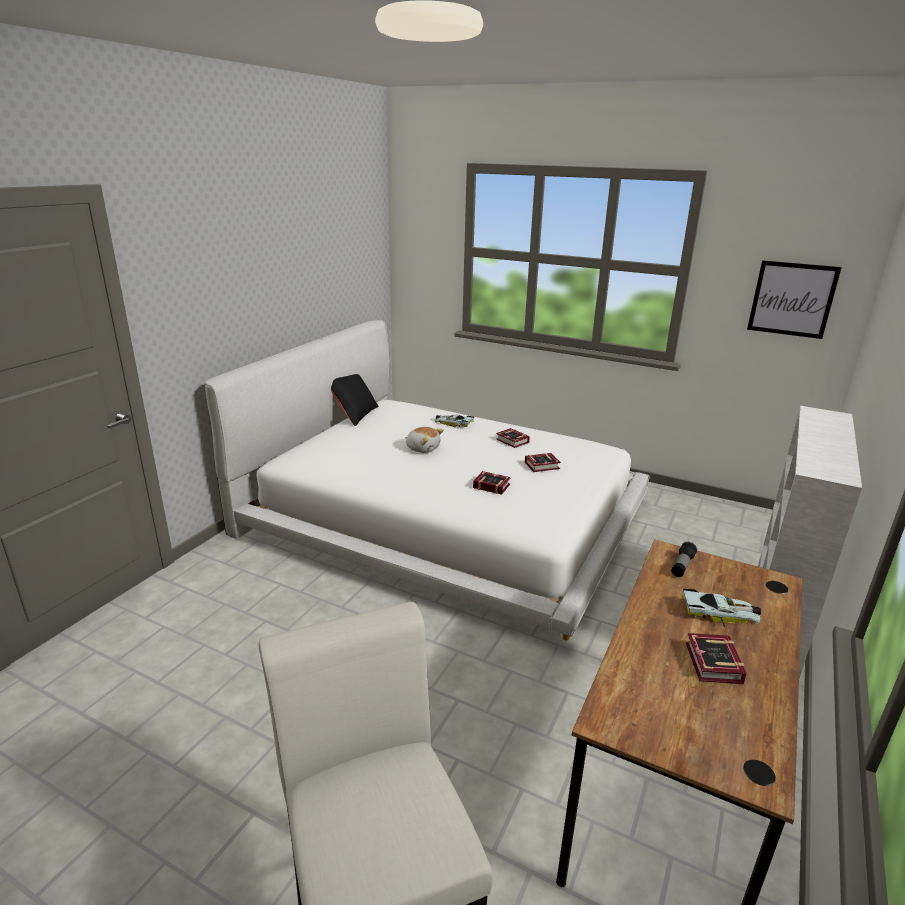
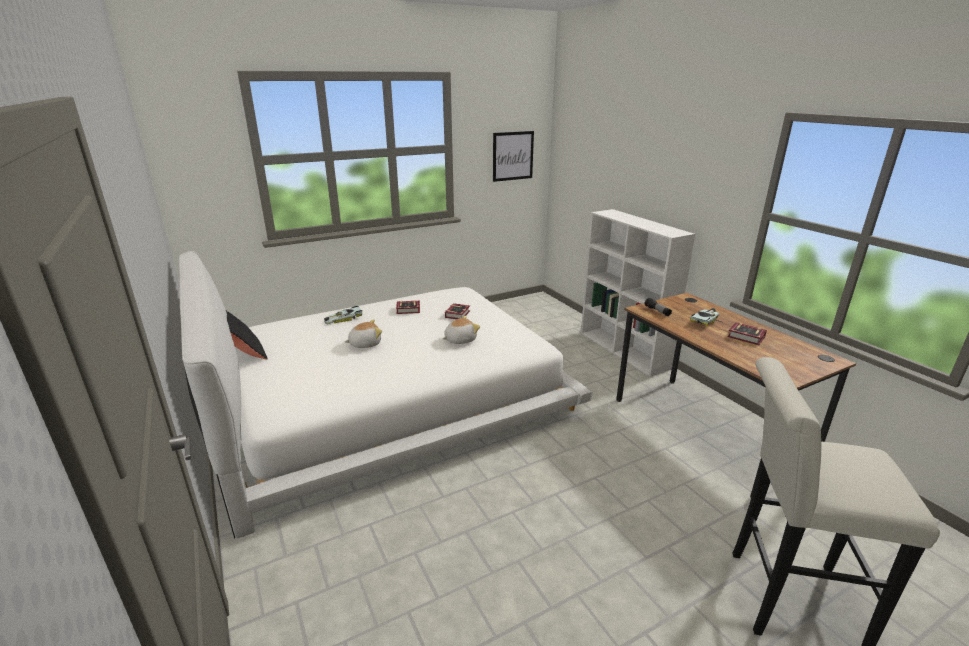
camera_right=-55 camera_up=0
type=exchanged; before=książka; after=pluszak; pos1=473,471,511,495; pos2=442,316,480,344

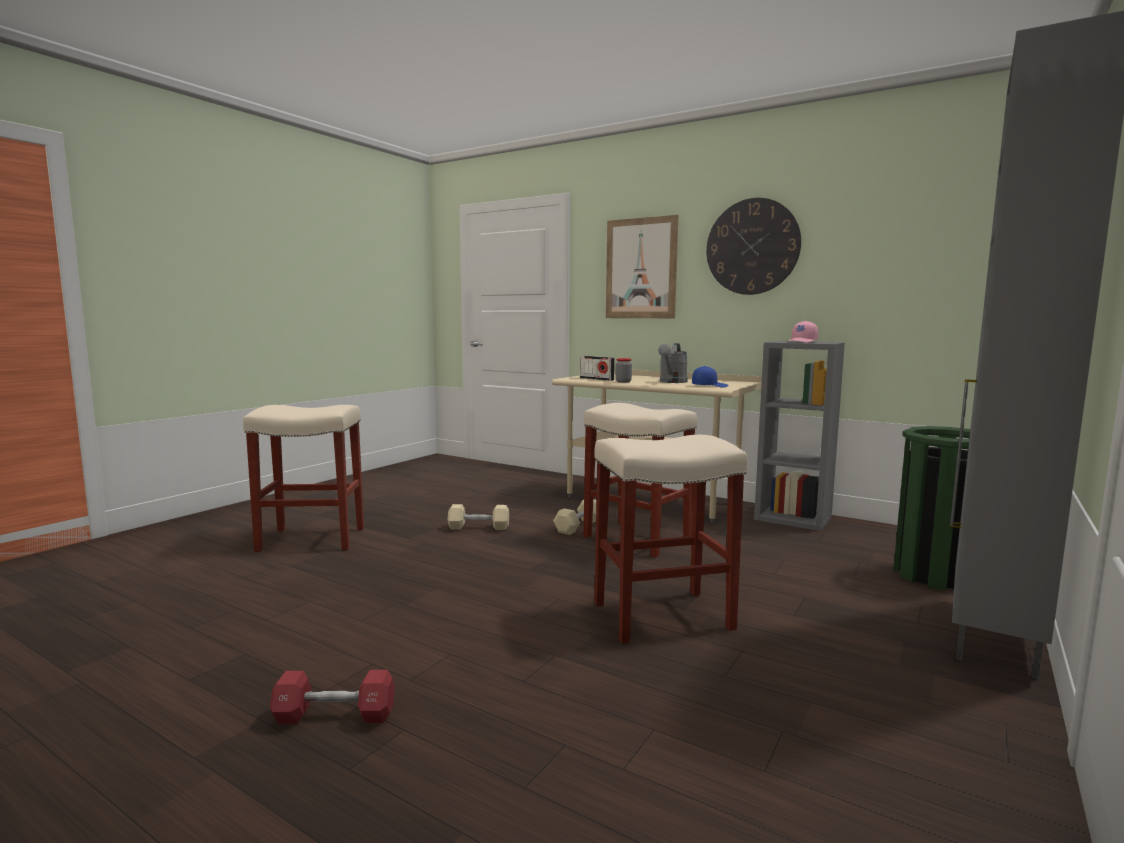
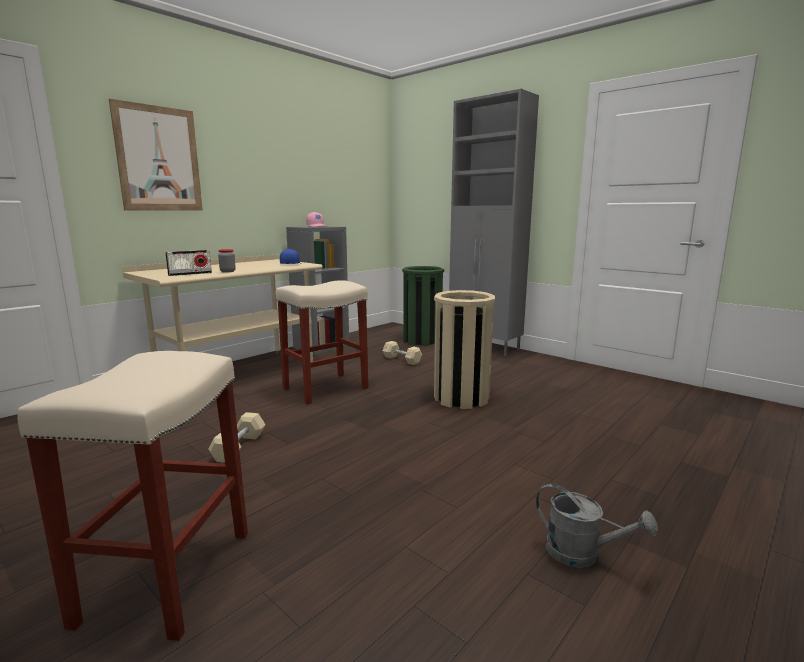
camera_right=-80 camera_up=5
type=missing; before=hantel/czerwony; pos1=270,670,395,724
type=relocated; before=hantel/beżowy; pos1=553,499,596,535; pos2=383,341,422,365
type=exchanged; before=stołek/beżowy; after=kosz na śmieci/beżowy; pos1=594,435,748,644; pos2=434,290,495,409
type=relocated; before=konewka/szary; pos1=658,343,688,383; pos2=536,483,658,568
type=missing; before=zegar ścienny; pos1=706,198,801,295

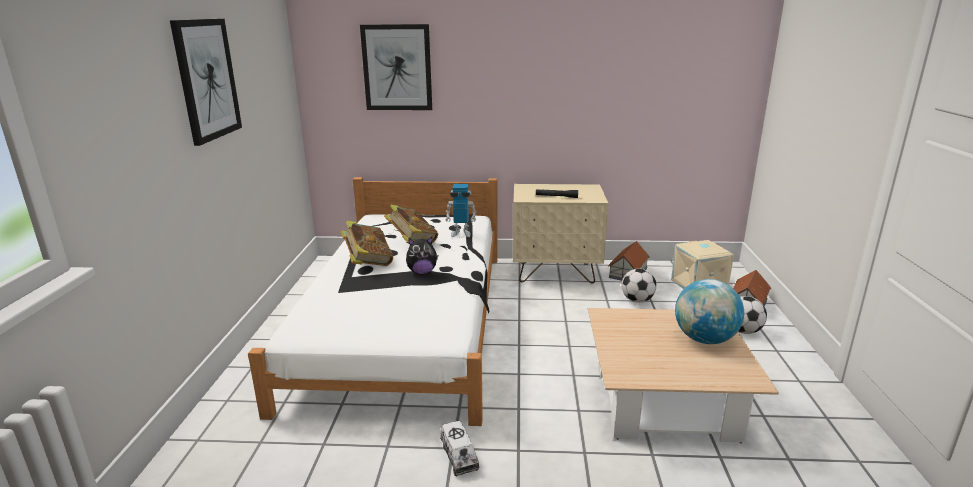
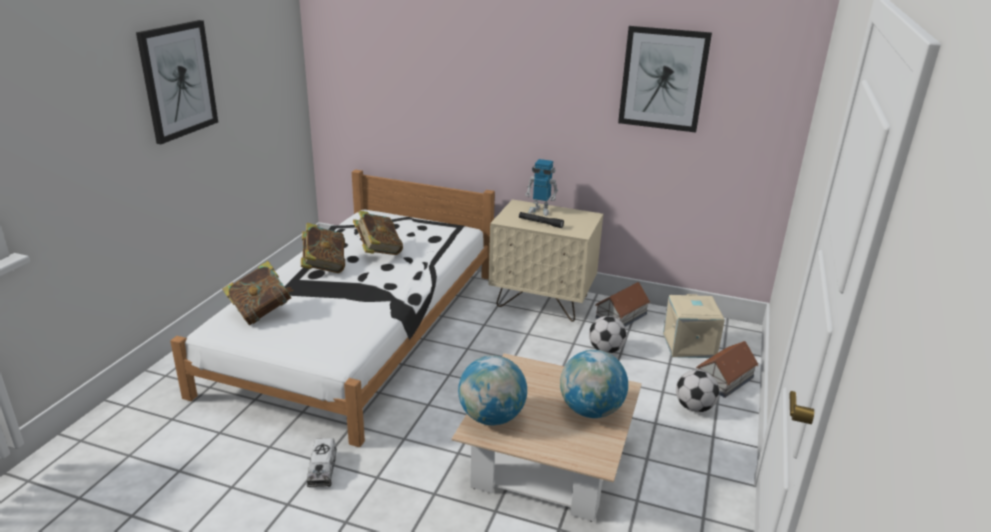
camera_right=15 camera_up=5
type=relocated; before=obraz; pos1=360,24,432,110; pos2=618,26,712,133
type=missing; before=pluszak; pos1=406,237,438,274
type=relocated; before=robot zabawkowy; pos1=445,184,477,237; pos2=525,159,558,216
type=appeared; after=książka; pos2=222,261,294,325
type=appeared; after=globus; pos2=458,355,527,425

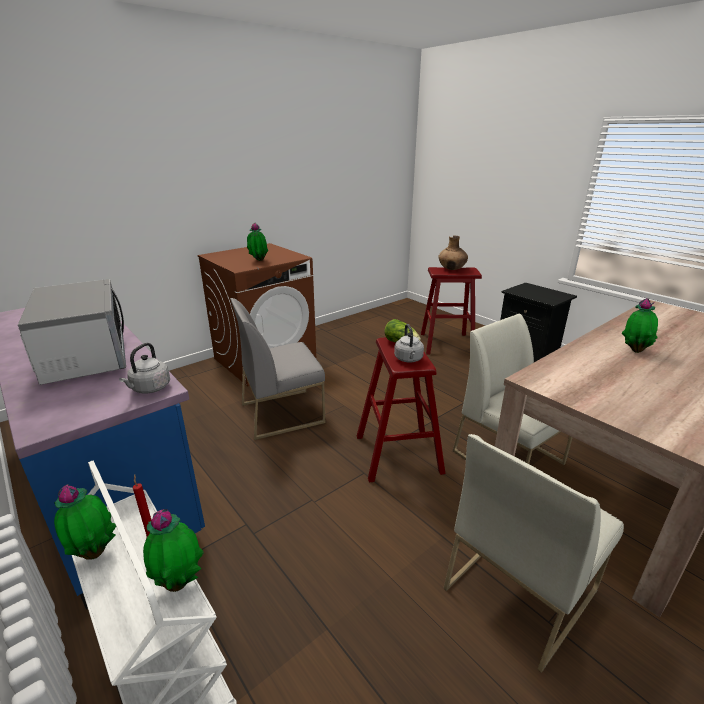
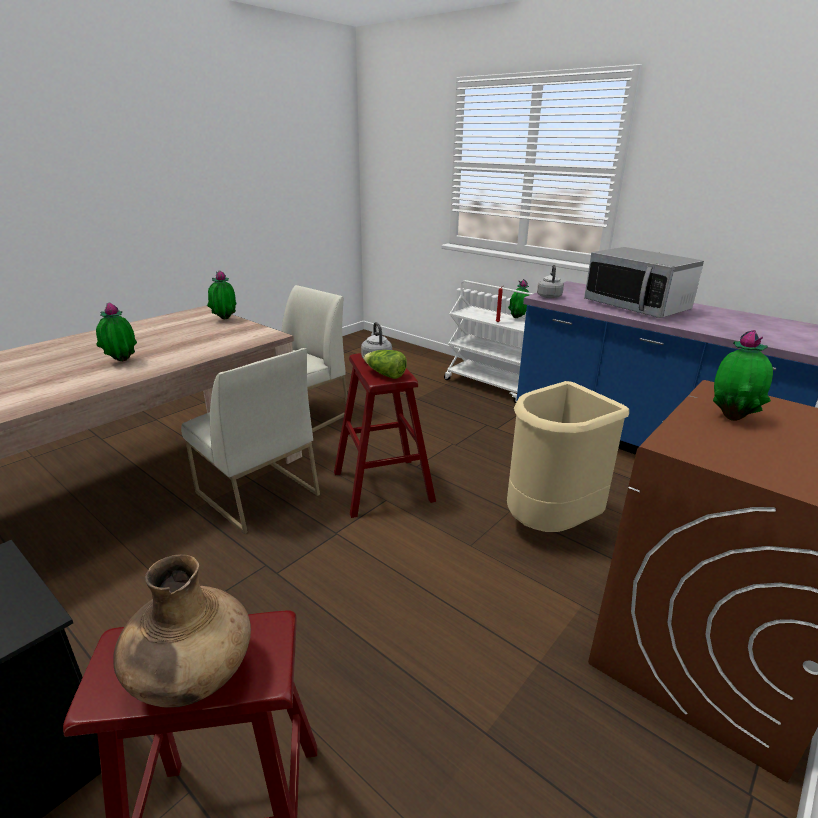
camera_right=170 camera_up=0
type=relocated; before=roślina doniczkowa; pos1=143,509,204,592; pos2=207,270,237,320
type=exchanged; before=krzesło/szary; after=kosz na śmieci/beżowy; pos1=230,298,325,440; pos2=507,381,629,532

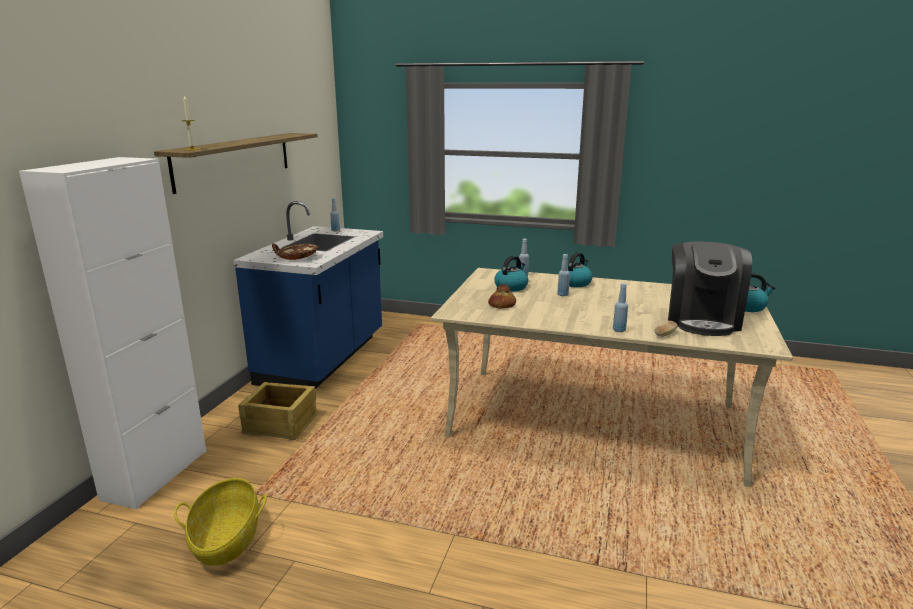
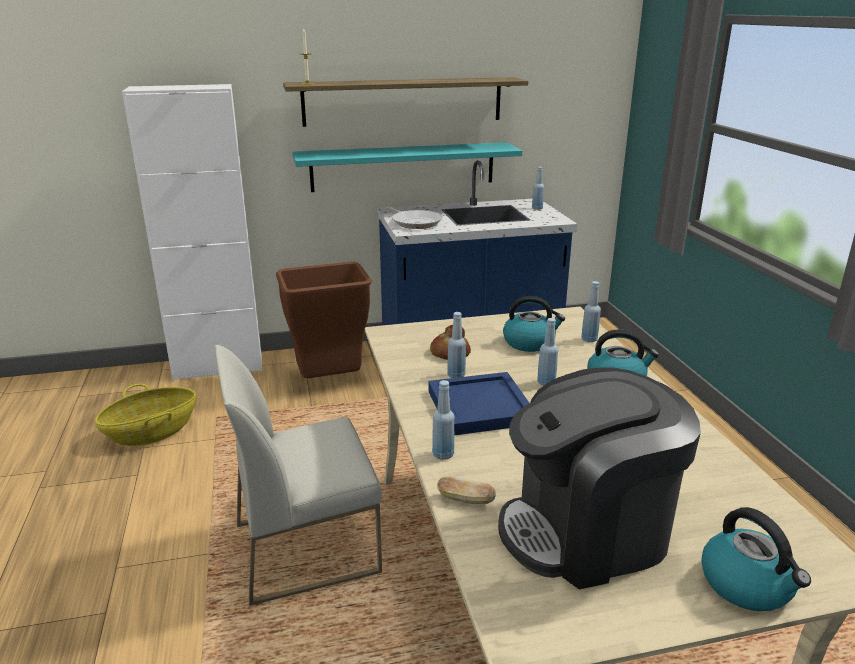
camera_right=60 camera_up=5
type=exchanged; before=skrzynka; after=kosz na śmieci/brązowy; pos1=238,382,317,440; pos2=276,262,372,378
type=exchanged; before=miska/brązowy; after=patelnia; pos1=272,243,318,260; pos2=387,207,443,229
type=appeared; after=krzesło/biały; pos2=214,345,382,606
type=appeared; after=półka/turkusowy; pos2=292,142,522,192
type=appeared; after=taca/niebieski; pos2=428,372,530,435
type=appeared; after=butelka/niebieski; pos2=447,312,466,378

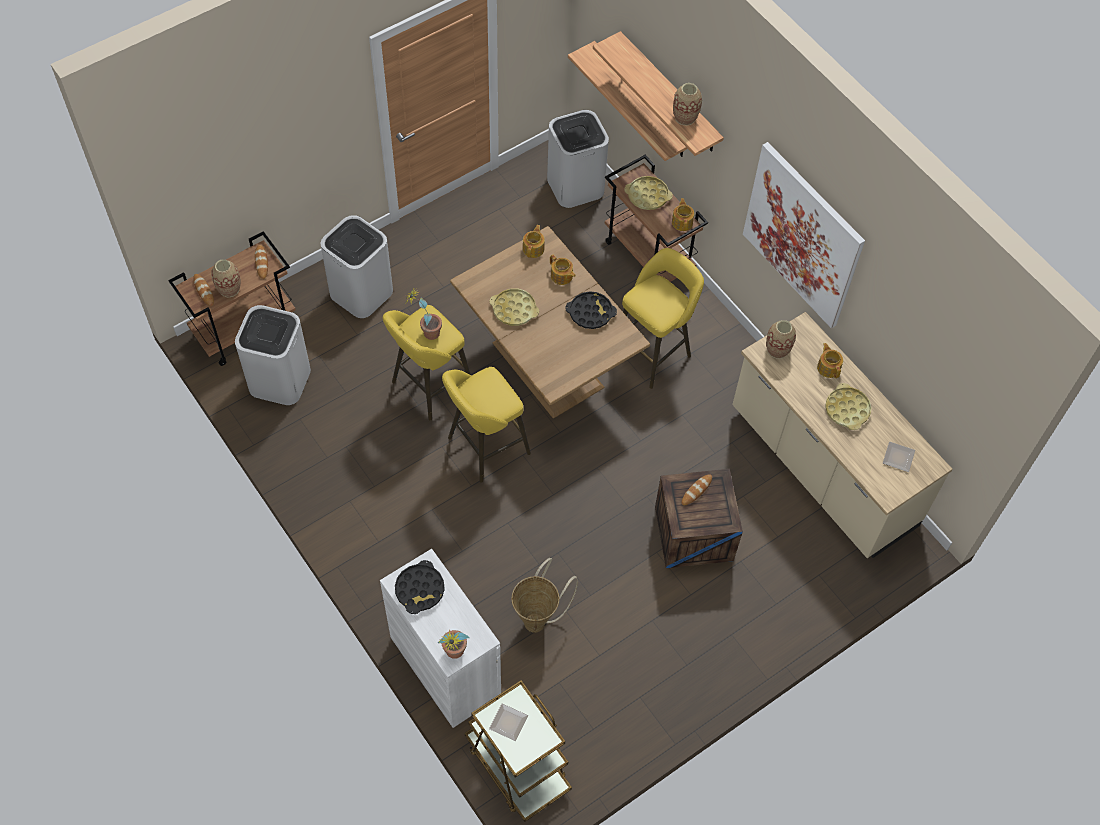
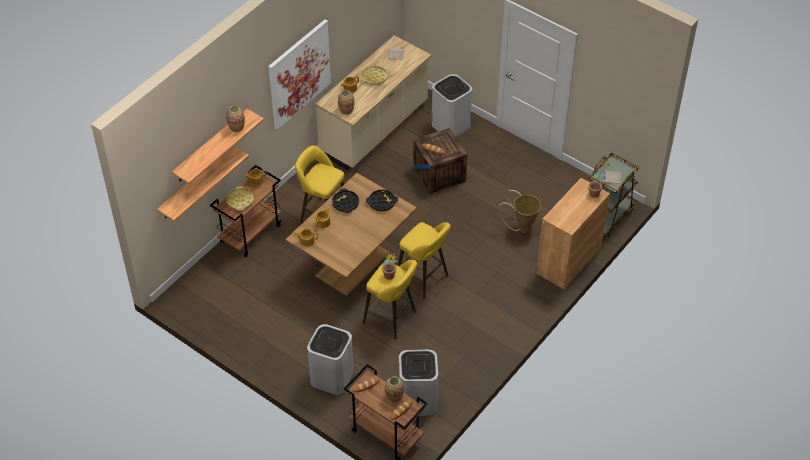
camera_right=-105 camera_up=-10
type=colour; before=szafka/biały; after=szafka/brązowy; pos1=380,549,501,728; pos2=536,178,610,289
type=relocated; before=taca/czarny; pos1=395,560,445,614; pos2=366,190,398,211
type=missing; before=taca/żółty; pos1=490,288,539,326
type=relocated; before=kosz na śmieci/biały; pos1=547,110,609,208; pos2=432,74,472,137

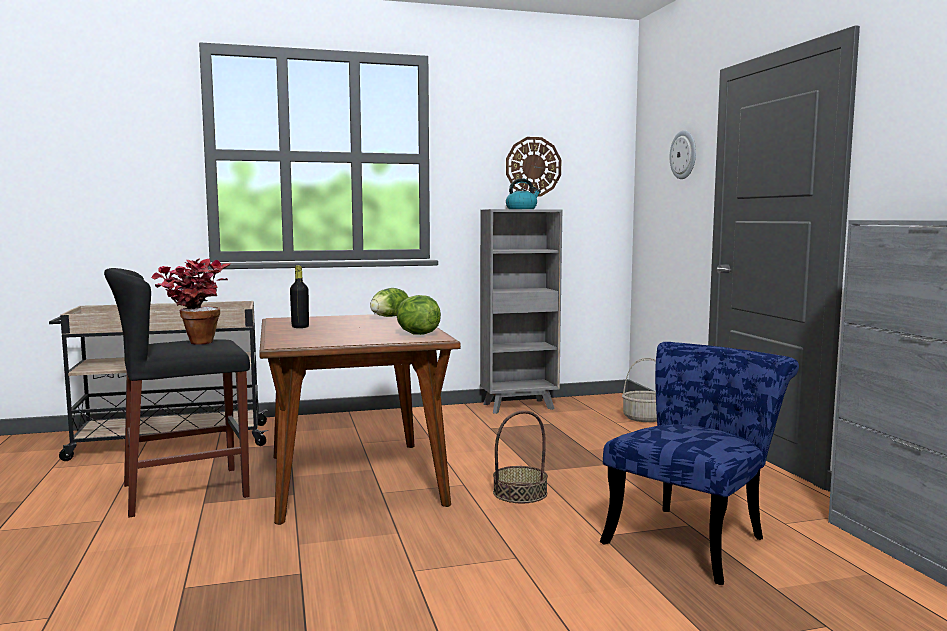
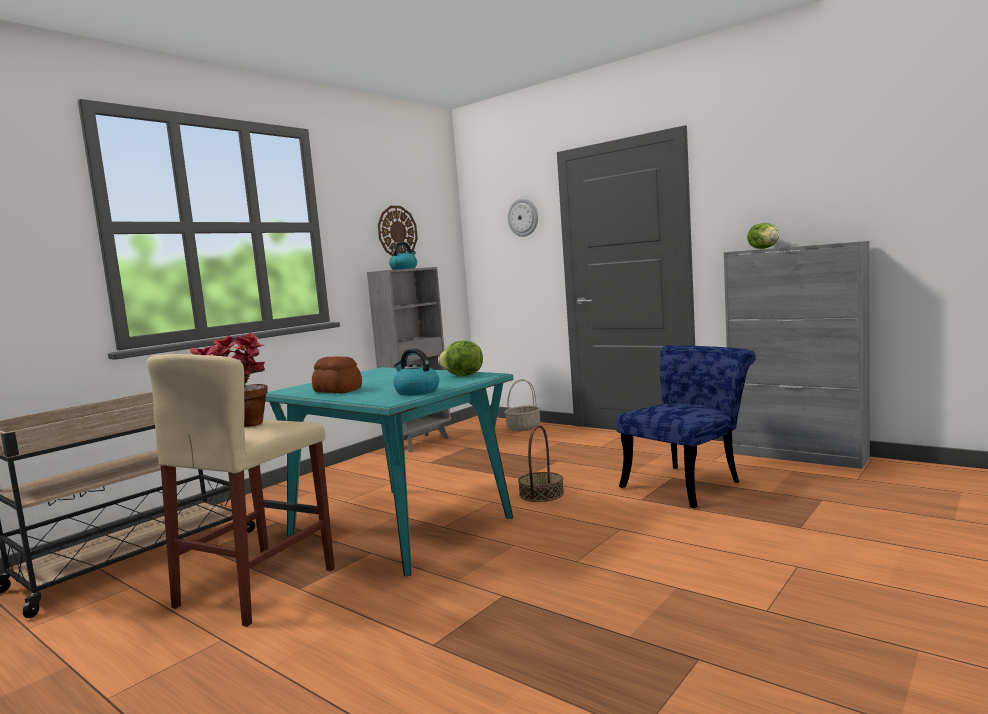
camera_right=-35 camera_up=0
type=colour; before=stołek/czarny; after=stołek/beżowy; pos1=104,268,250,518; pos2=147,354,335,627
type=colour; before=stół jadalny/brązowy; after=stół jadalny/turkusowy; pos1=259,314,461,525; pos2=265,367,513,576
type=exchanged; before=butelka/czarny; after=chleb; pos1=290,265,309,328; pos2=312,356,362,393
type=relocated; before=sałata; pos1=370,288,408,317; pos2=747,223,779,249
type=spun; before=krzesło/niebieski; pos1=600,342,799,585; pos2=616,345,756,508; turn=45
type=appeared; after=czajnik; pos2=393,348,439,396

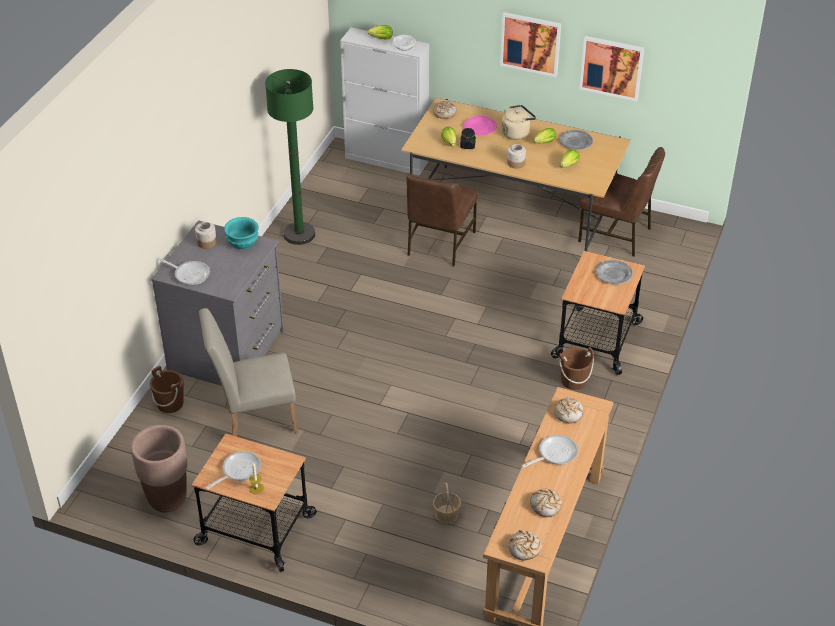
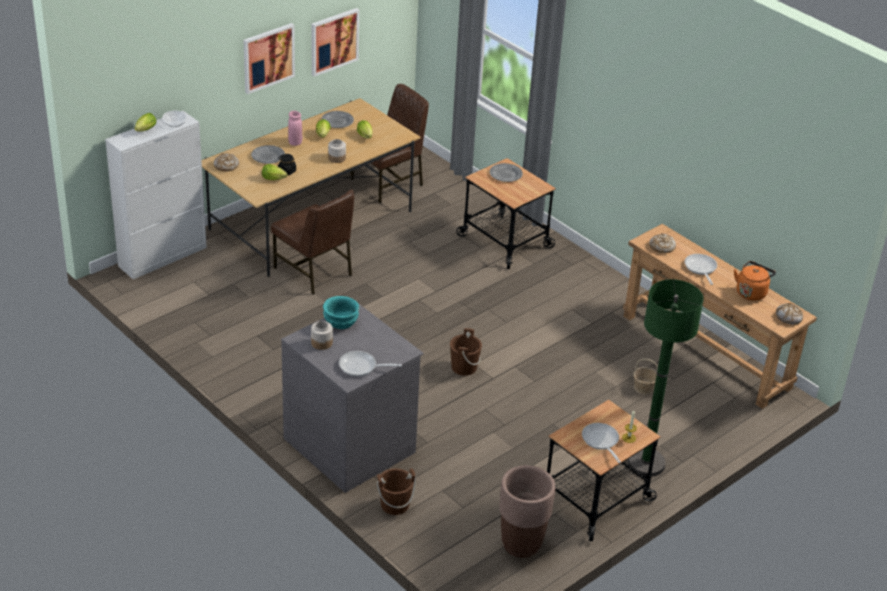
camera_right=-65 camera_up=-5
type=spun; before=patelnia; pos1=156,257,210,285; pos2=339,351,402,377; turn=-135
type=missing; before=krzesło/beżowy; pos1=199,308,298,437
type=relocated; before=lampa stojąca/zielony; pos1=265,69,315,245; pos2=628,279,704,477
type=colour; before=talerz/różowy; after=talerz/szary; pos1=464,116,497,136; pos2=251,145,285,164
type=exchanged; before=czajnik/beżowy; after=wazon/różowy; pos1=502,105,536,140; pos2=288,111,302,146
type=exchanged; before=chleb; after=czajnik/pomarańczowy; pos1=530,489,562,517; pos2=734,261,776,301
type=relocated; before=wiadro/brązowy; pos1=559,347,594,390; pos2=450,328,482,376

